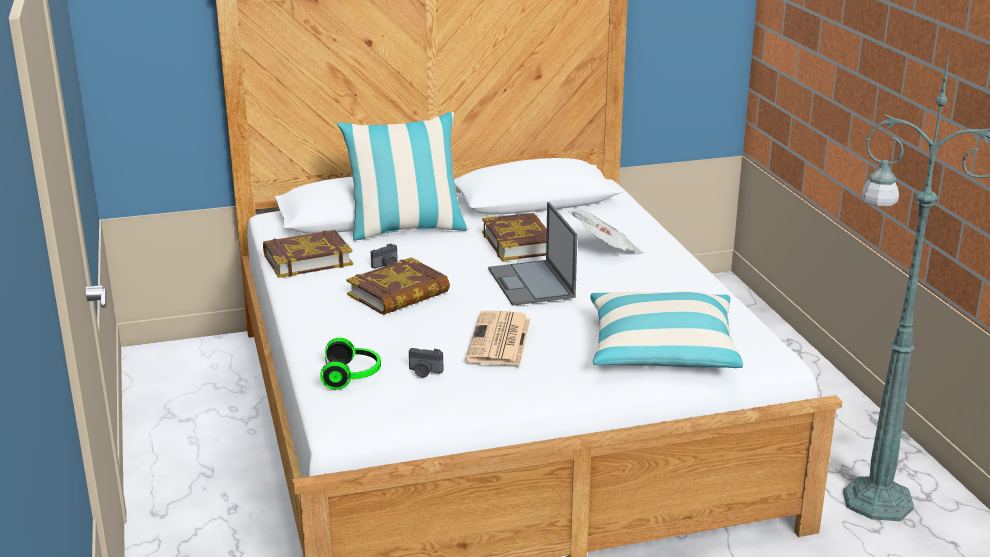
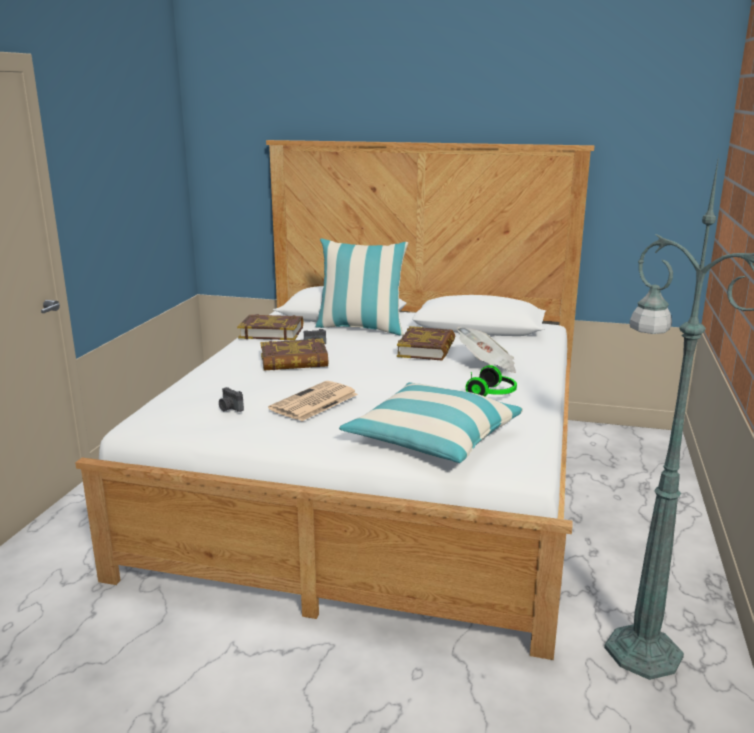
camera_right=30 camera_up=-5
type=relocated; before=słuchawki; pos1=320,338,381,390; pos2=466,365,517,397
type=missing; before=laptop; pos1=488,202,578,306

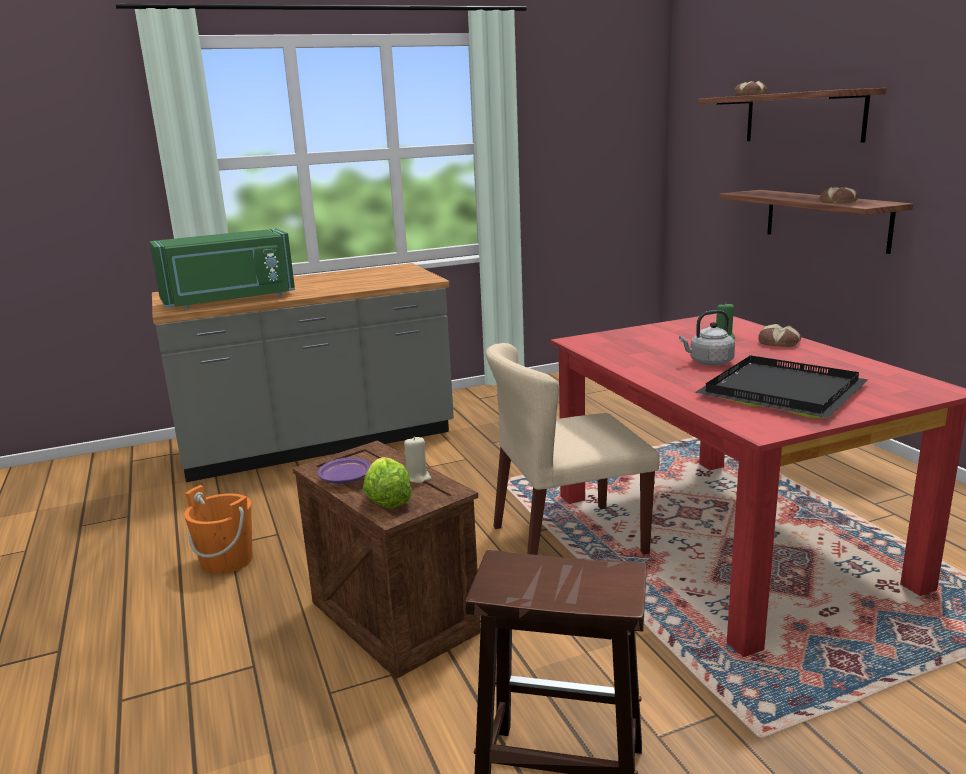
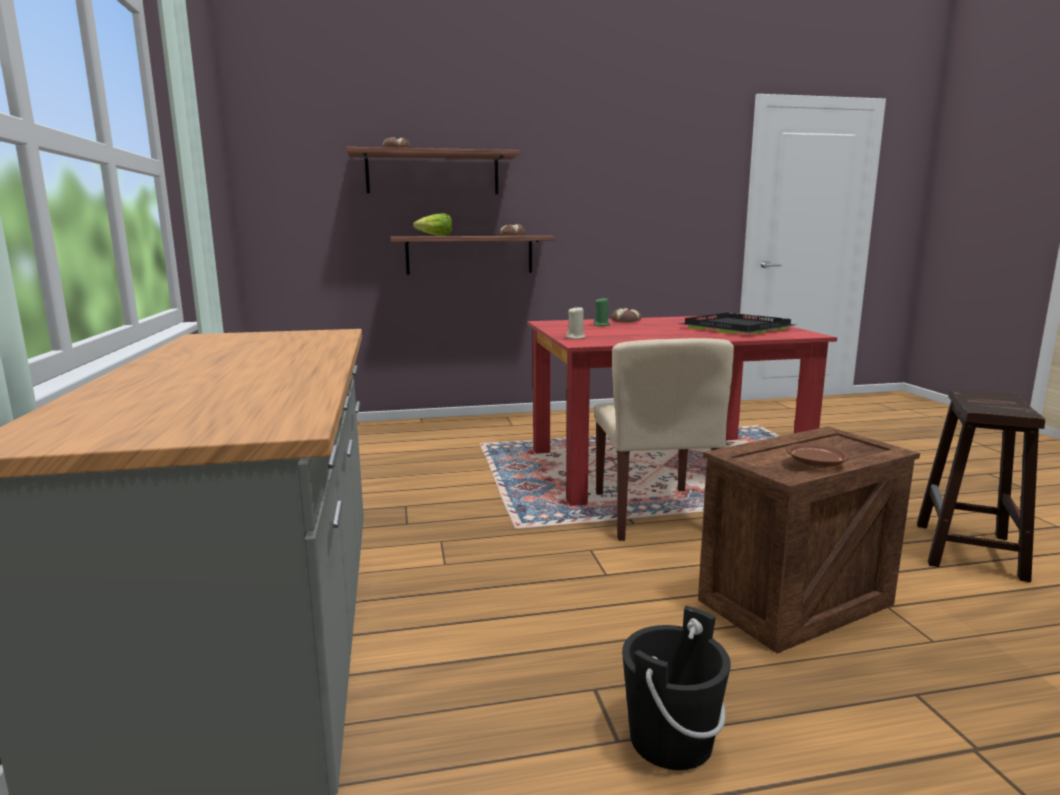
camera_right=-80 camera_up=-5
type=missing; before=mikrofalówka/zielony; pos1=149,229,295,309
type=colour; before=wiadro/pomarańczowy; after=wiadro/czarny; pos1=184,485,253,574; pos2=622,606,731,770
type=colour; before=talerz/fioletowy; after=talerz/brązowy; pos1=318,457,371,484; pos2=786,443,849,468
type=relocated; before=sałata; pos1=363,457,412,508; pos2=413,213,453,236
type=relocated; before=świeca/beżowy; pos1=404,436,431,483; pos2=566,307,586,339
type=missing; before=czajnik/szary; pos1=679,310,735,366

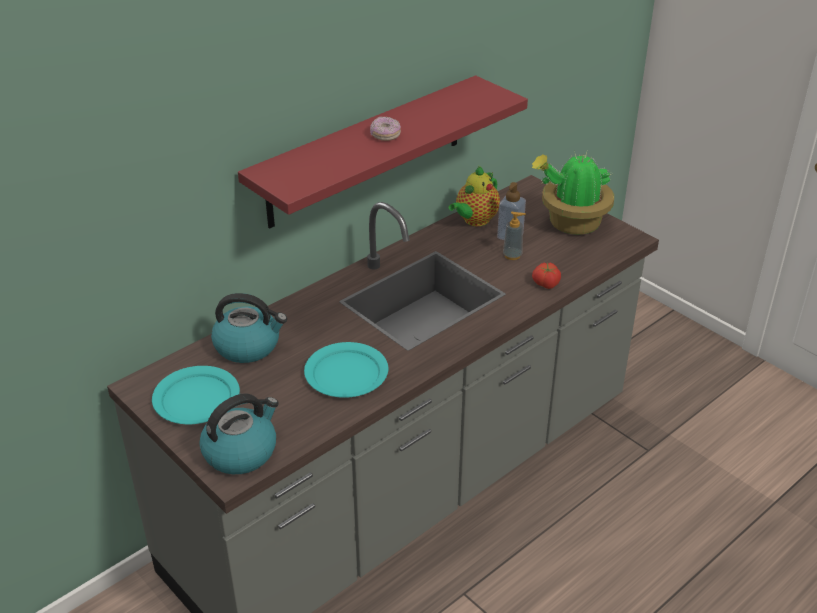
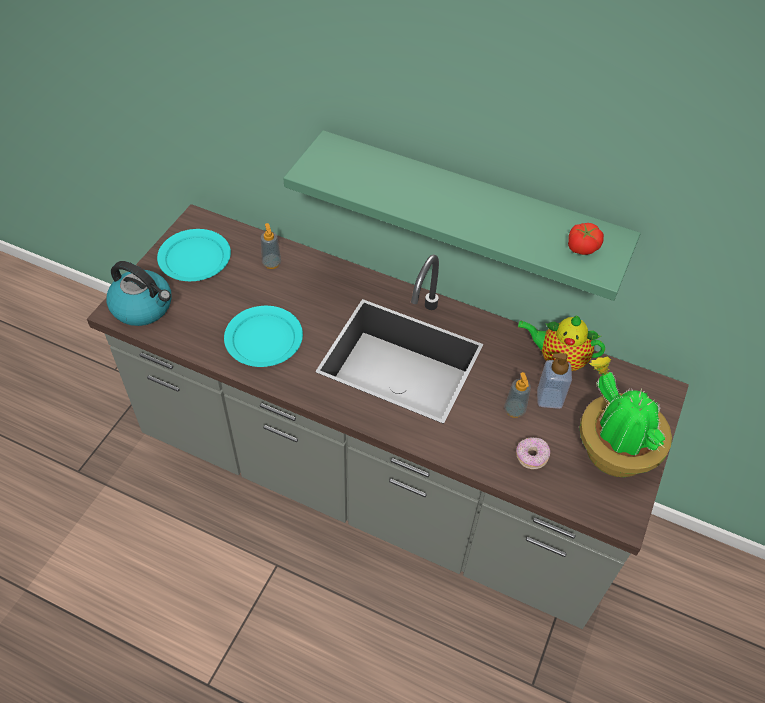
camera_right=65 camera_up=15
type=exchanged; before=czajnik; after=dozownik mydła; pos1=211,293,287,363; pos2=261,223,281,269
type=colour; before=półka/czerwony; after=półka/zielony; pos1=238,75,528,228; pos2=283,130,641,301
type=relocated; before=donut; pos1=370,116,401,141; pos2=516,437,550,469
type=relocated; before=pomidor; pos1=532,263,561,289; pos2=568,223,604,255

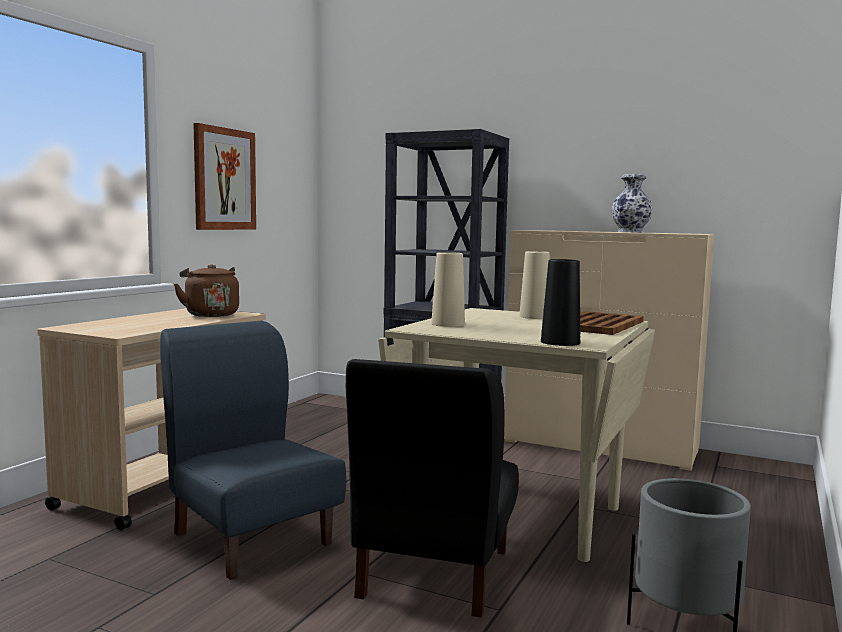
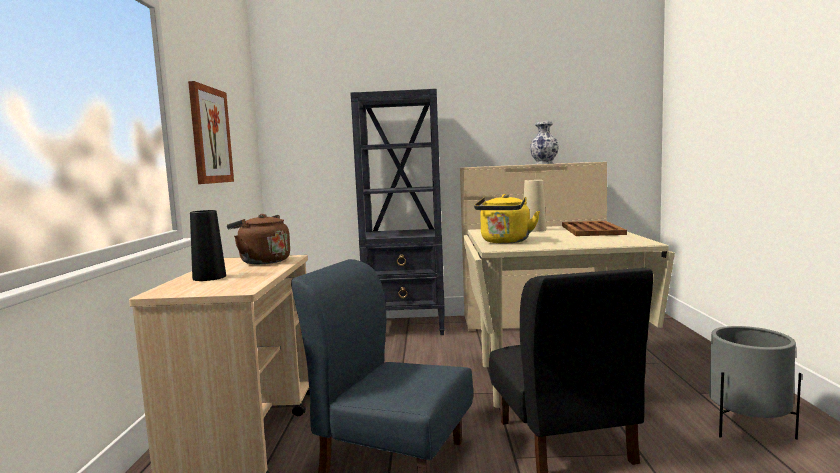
camera_right=-25 camera_up=0
type=exchanged; before=wazon/beżowy; after=czajnik/żółty; pos1=431,252,465,327; pos2=474,194,540,244
type=relocated; before=wazon/czarny; pos1=541,259,580,346; pos2=190,210,226,281

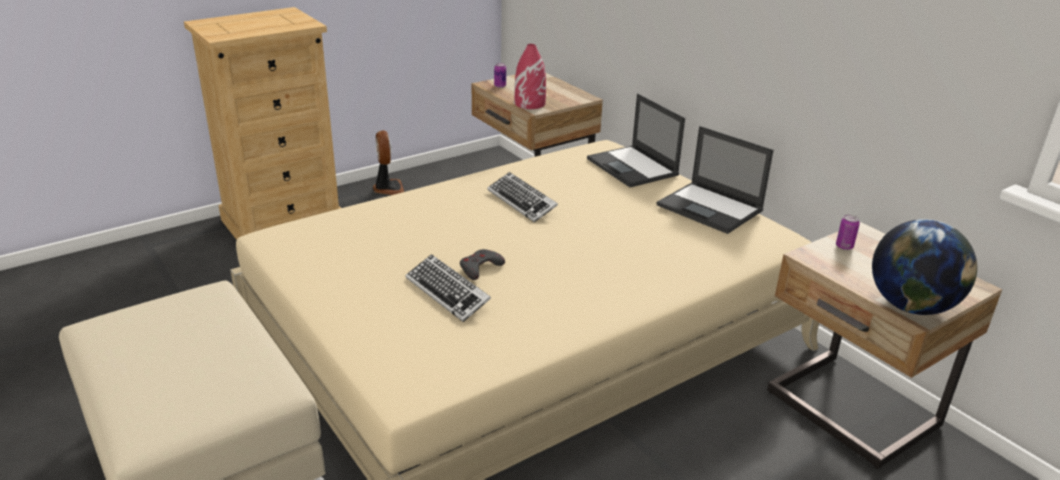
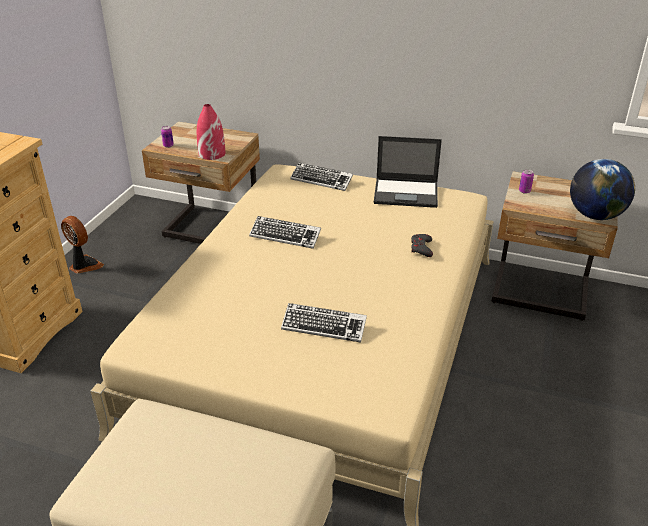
camera_right=-35 camera_up=5
type=relocated; before=pad do gier/szary; pos1=460,249,505,280; pos2=411,234,433,257
type=exchanged; before=laptop; after=klawiatura; pos1=587,93,685,187; pos2=290,163,353,191

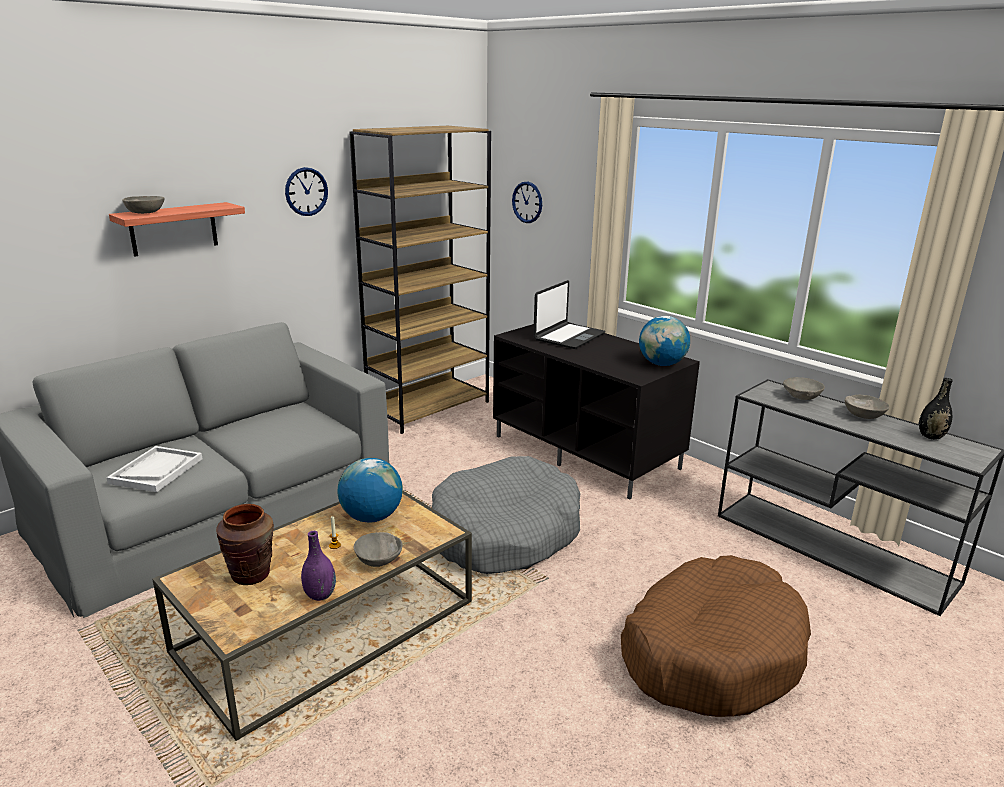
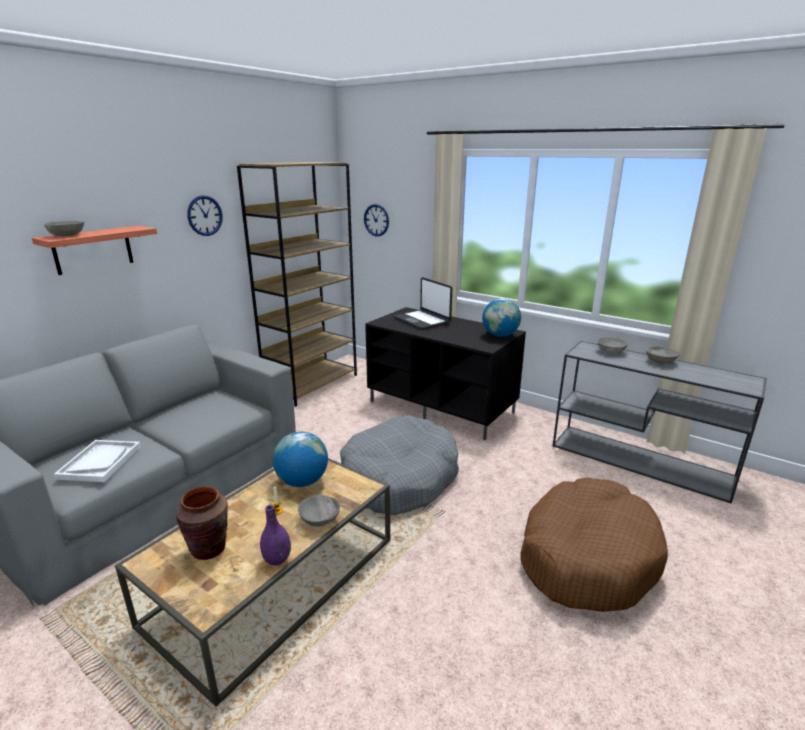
camera_right=-10 camera_up=0
type=spun; before=laptop; pos1=533,280,605,349; pos2=394,277,452,329; turn=120
type=missing; before=wazon/czarny; pos1=919,378,953,440

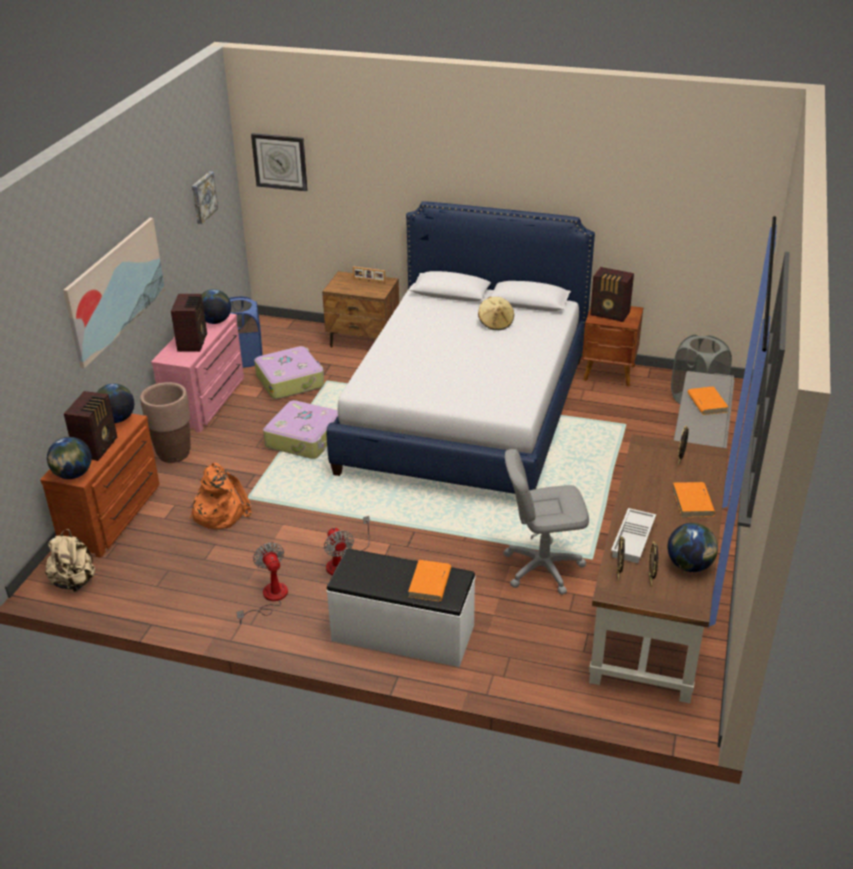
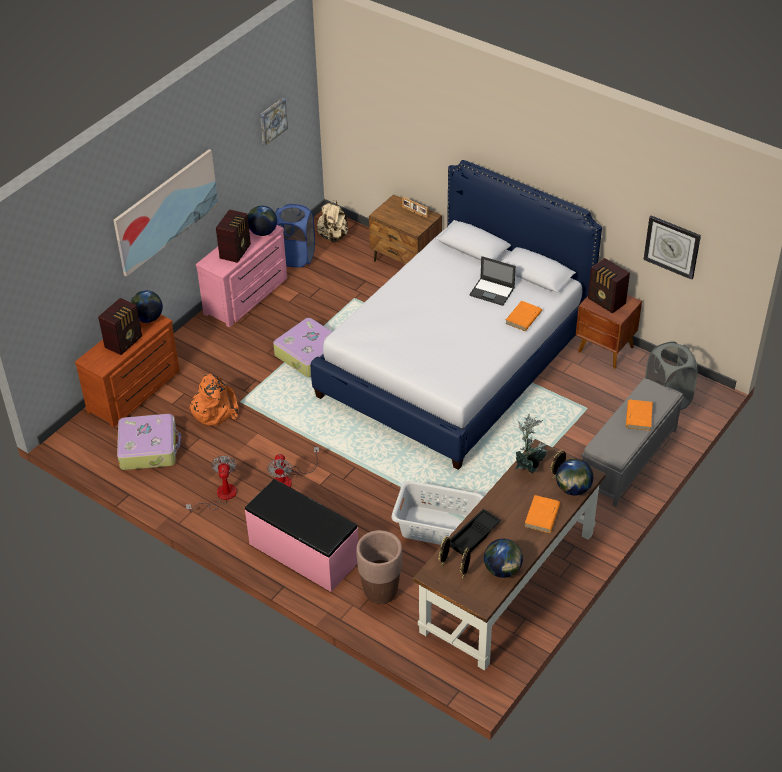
camera_right=20 camera_up=10
type=relocated; before=plecak/beżowy; pos1=45,529,95,592; pos2=317,200,348,243
type=relocated; before=globus; pos1=47,437,92,479; pos2=556,459,593,496
type=relocated; before=donica/brązowy; pos1=140,382,191,463; pos2=356,530,402,604
type=relocated; before=zegar ścienny; pos1=251,133,308,192; pos2=643,216,701,280
type=relocated; before=walizka; pos1=254,346,324,399; pos2=117,414,181,470
type=colour; before=ławka/biały; after=ławka/różowy; pos1=327,548,476,667; pos2=245,479,358,592
type=relocated; before=książka/pomarańczowy; pos1=408,560,451,602; pos2=505,301,542,331
type=exchanged; before=kapelusz/beżowy; after=laptop; pos1=478,297,514,330; pos2=469,256,516,306
type=exchanged; before=krzesło biurowe/szary; after=kosz na pranie/szary; pos1=503,449,589,595; pos2=391,481,484,545
type=colour; before=taca/biały; after=taca/czarny; pos1=611,508,656,563; pos2=450,509,501,555
type=appeared; after=roślina doniczkowa; pos2=515,414,547,473

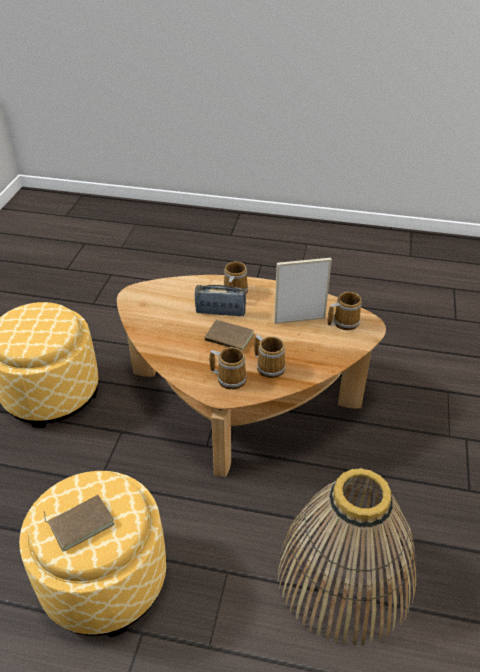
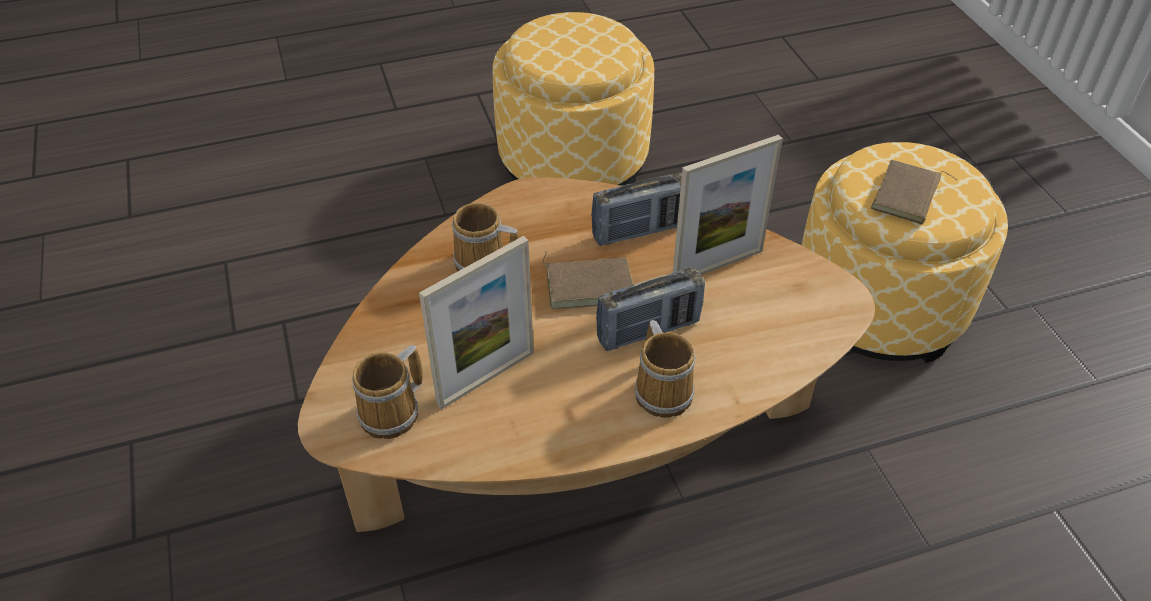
camera_right=150 camera_up=5
type=relocated; before=książka/brązowy; pos1=44,495,114,552; pos2=871,160,958,224
type=missing; before=kubek; pos1=209,347,247,389
type=missing; before=koszyk; pos1=277,468,416,646
type=appeared; after=radio; pos2=591,173,682,246
type=appeared; after=ramka na zdjęcie; pos2=673,135,783,275

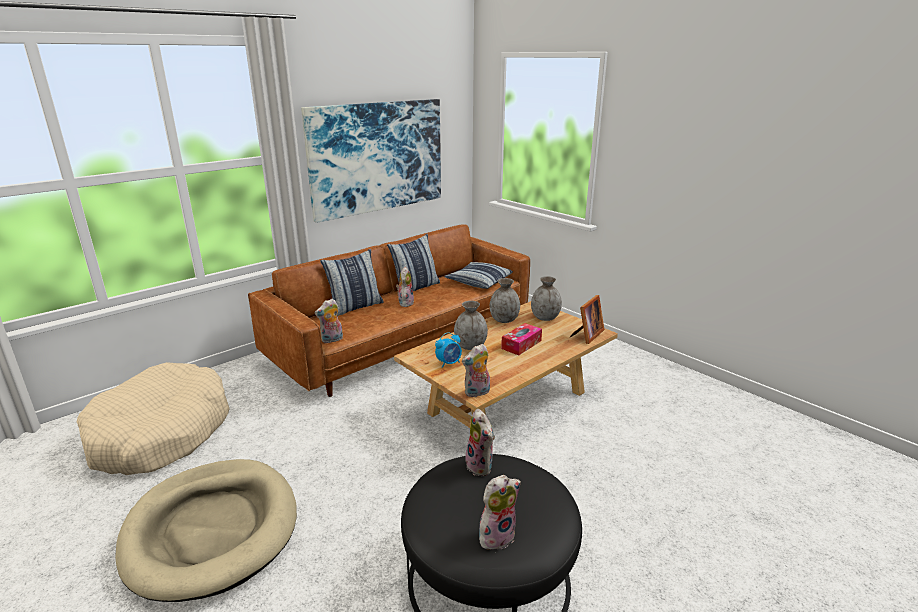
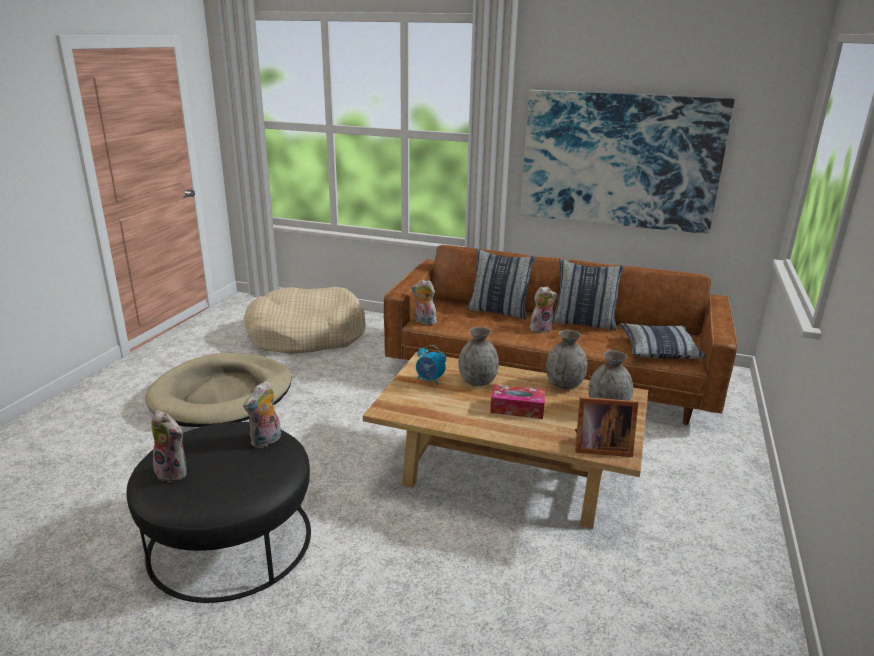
camera_right=60 camera_up=0
type=missing; before=pluszak; pos1=462,344,490,397

